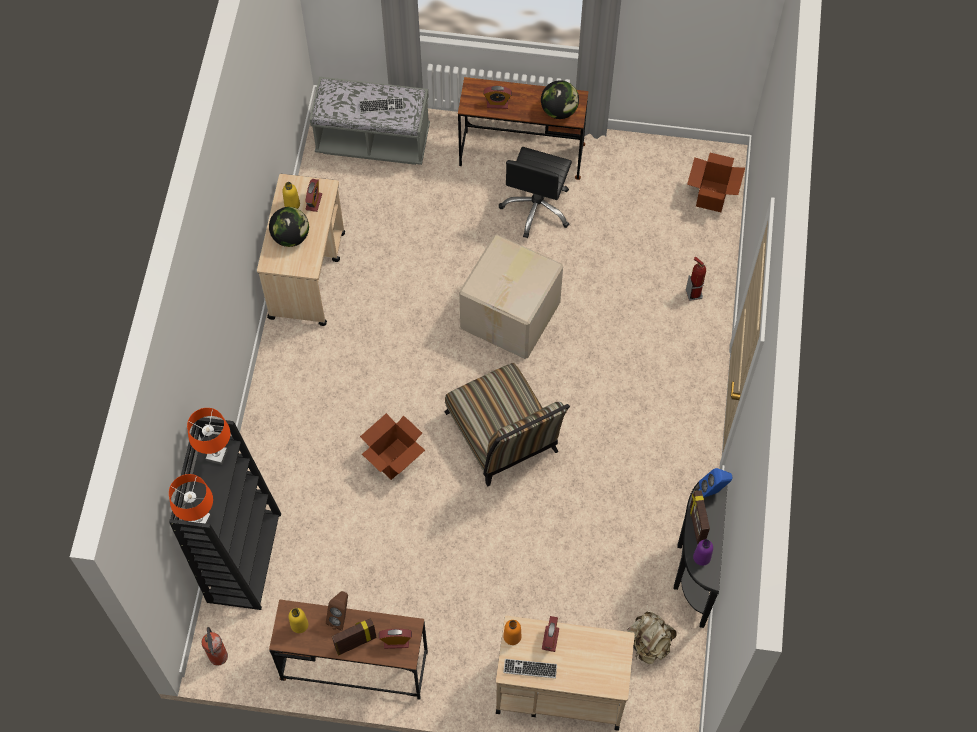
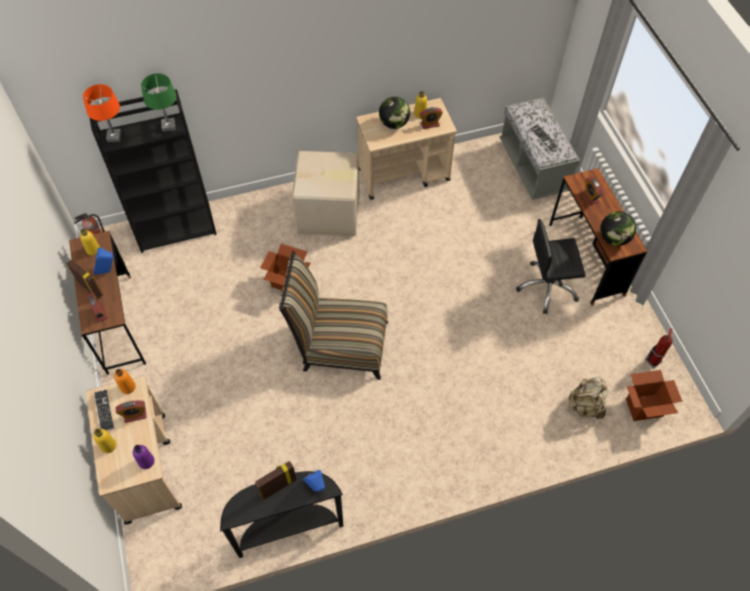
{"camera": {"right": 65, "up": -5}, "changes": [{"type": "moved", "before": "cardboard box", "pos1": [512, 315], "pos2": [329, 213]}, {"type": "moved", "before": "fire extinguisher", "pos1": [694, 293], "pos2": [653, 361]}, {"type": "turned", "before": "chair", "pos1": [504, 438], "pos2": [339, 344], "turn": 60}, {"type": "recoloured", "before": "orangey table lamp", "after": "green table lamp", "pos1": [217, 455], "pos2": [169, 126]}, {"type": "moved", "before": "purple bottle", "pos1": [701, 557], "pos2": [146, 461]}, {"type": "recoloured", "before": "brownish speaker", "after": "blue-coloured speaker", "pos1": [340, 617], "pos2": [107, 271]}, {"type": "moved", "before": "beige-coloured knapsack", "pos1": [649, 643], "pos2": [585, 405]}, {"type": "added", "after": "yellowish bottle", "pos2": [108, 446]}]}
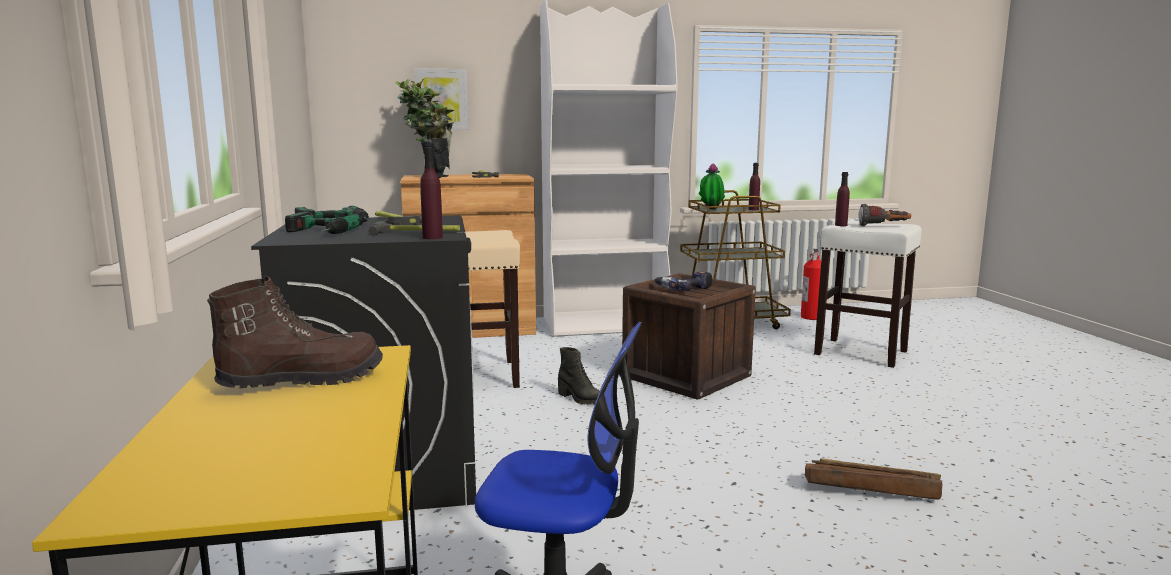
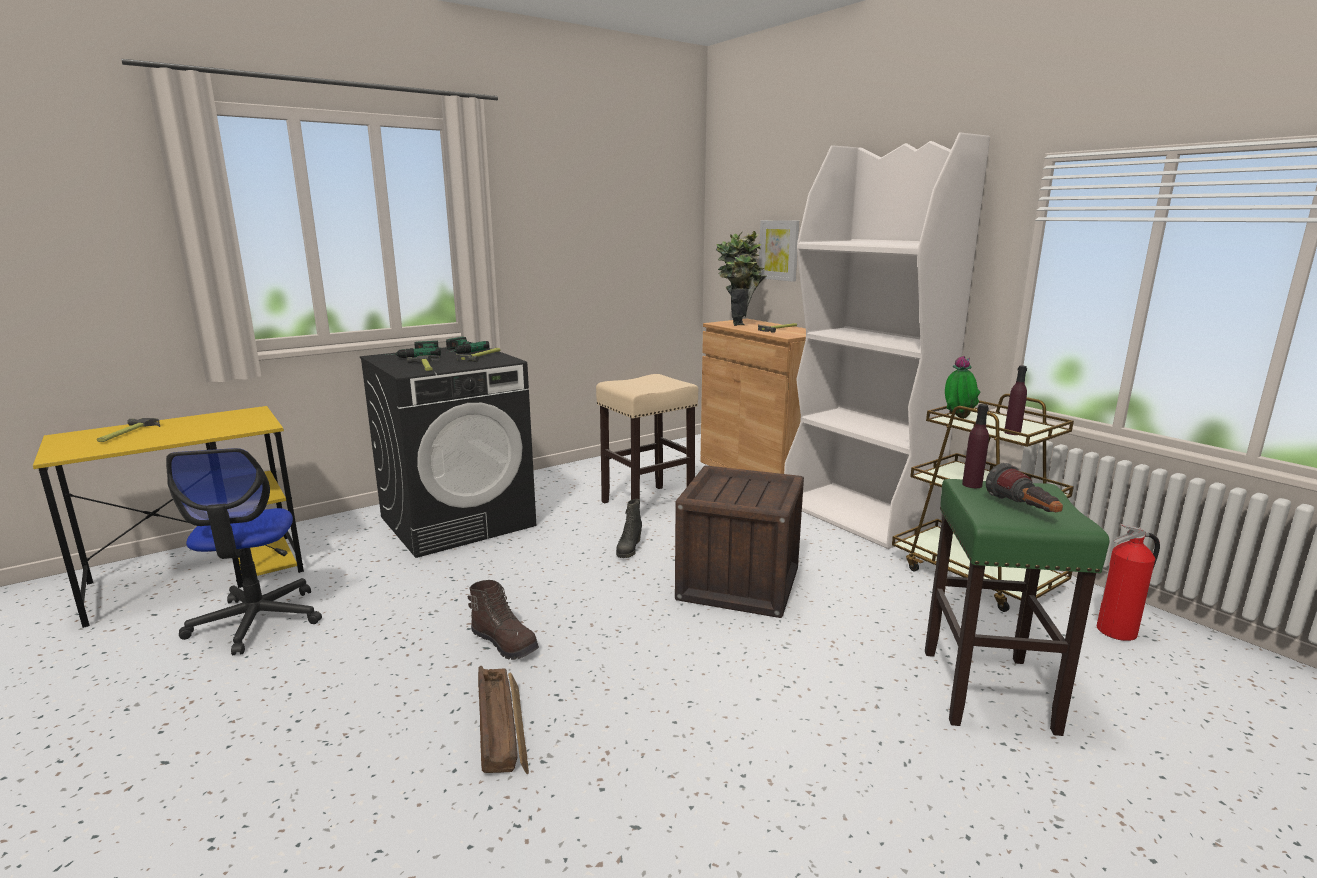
{"camera": {"right": 65, "up": 5}, "changes": [{"type": "removed", "before": "purple bottle", "pos1": [432, 237]}, {"type": "recoloured", "before": "whitish stool seat", "after": "green stool seat", "pos1": [862, 353], "pos2": [989, 691]}, {"type": "removed", "before": "electric drill", "pos1": [684, 289]}, {"type": "moved", "before": "brownish high-top boot", "pos1": [302, 380], "pos2": [505, 643]}, {"type": "added", "after": "hand hammer", "pos2": [126, 433]}]}
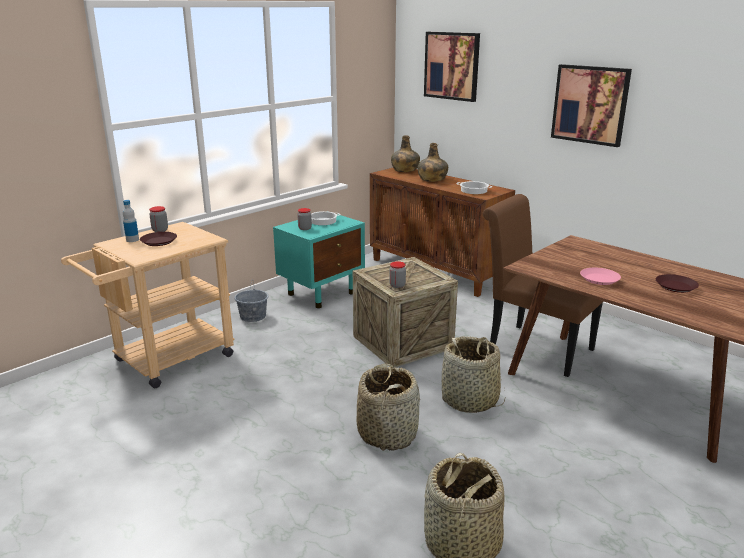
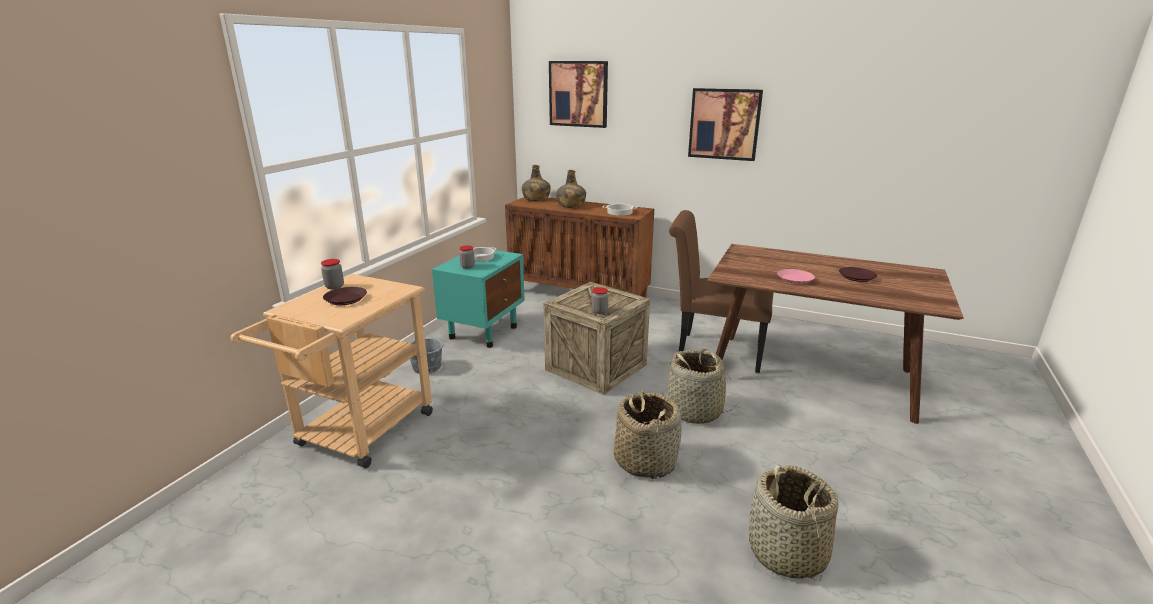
{"camera": {"right": -20, "up": 0}, "changes": [{"type": "removed", "before": "bottle", "pos1": [132, 240]}]}
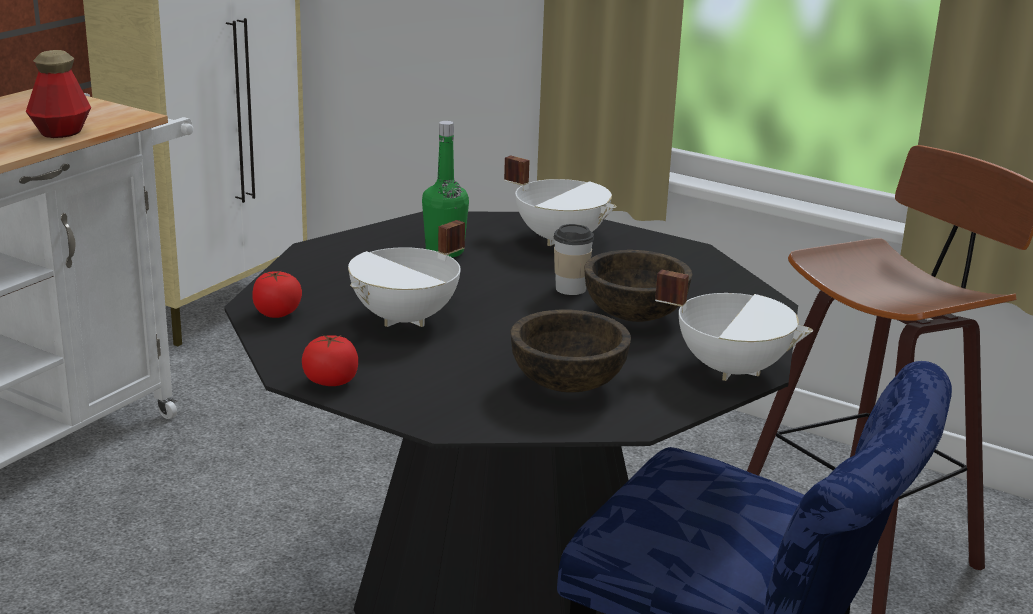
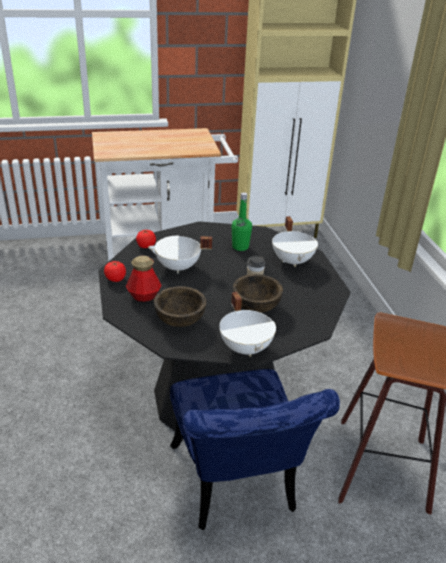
{"camera": {"right": 45, "up": 10}, "changes": [{"type": "moved", "before": "bottle", "pos1": [61, 132], "pos2": [144, 296]}]}
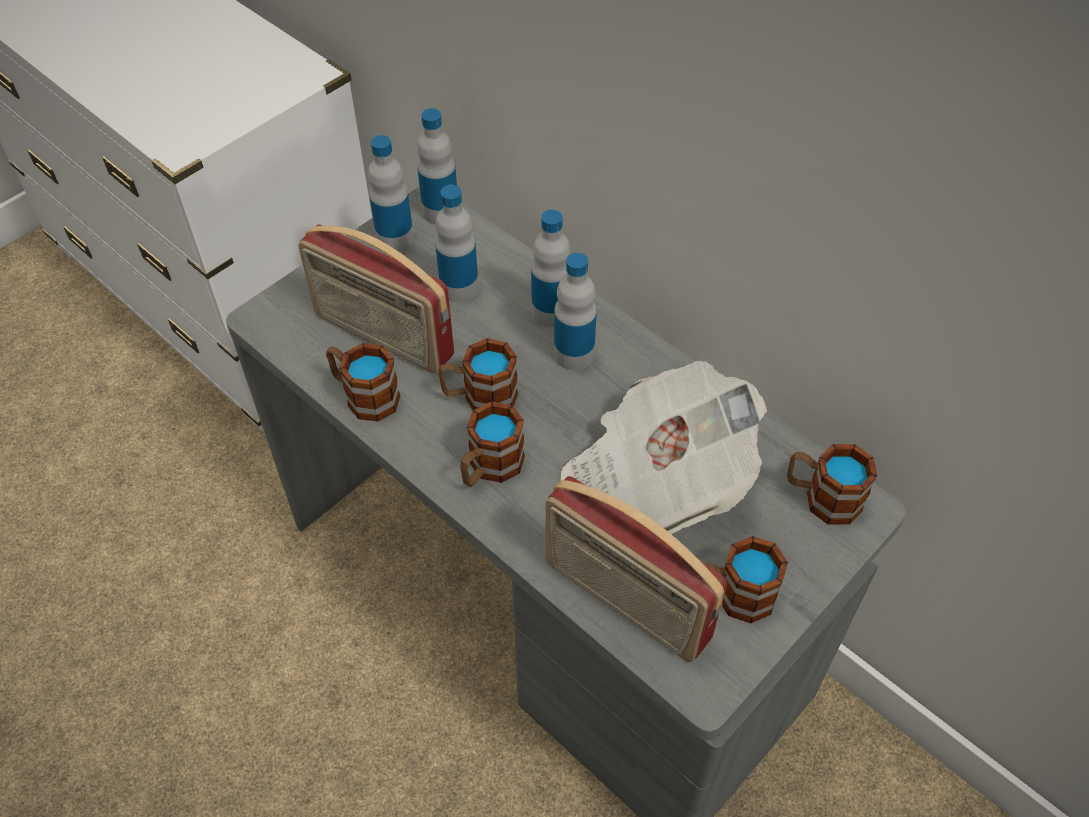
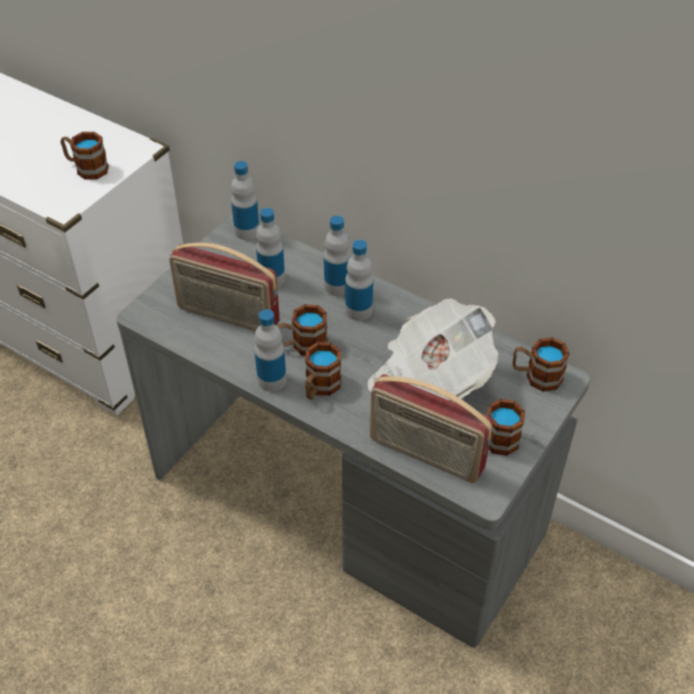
{"camera": {"right": -10, "up": -5}, "changes": [{"type": "moved", "before": "bottle", "pos1": [395, 238], "pos2": [272, 380]}, {"type": "moved", "before": "coffee mug", "pos1": [364, 395], "pos2": [86, 168]}]}
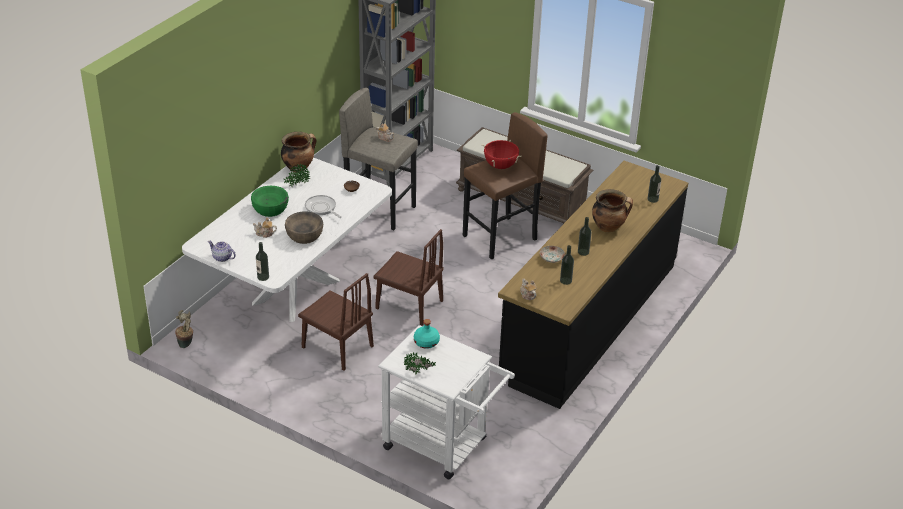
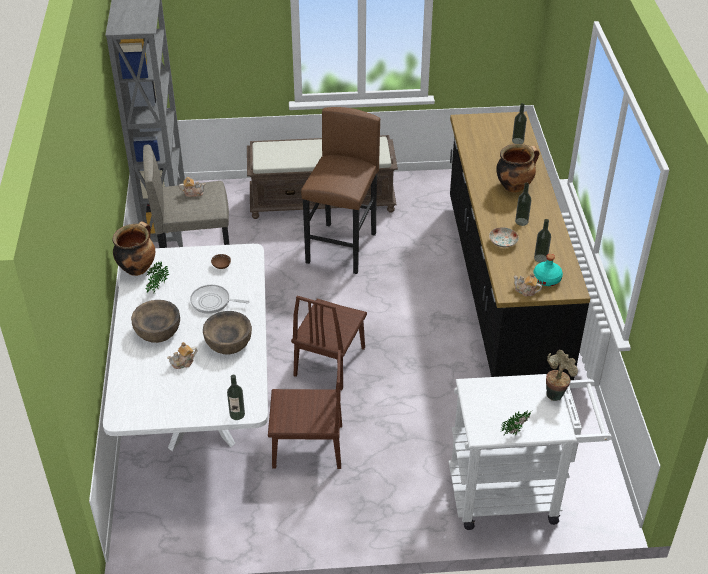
{"camera": {"right": -35, "up": 5}, "changes": [{"type": "removed", "before": "red saucepot", "pos1": [500, 166]}, {"type": "recoloured", "before": "green serving bowl", "after": "brownish serving bowl", "pos1": [270, 208], "pos2": [157, 330]}, {"type": "turned", "before": "brownish chair", "pos1": [409, 304], "pos2": [329, 361], "turn": 120}, {"type": "removed", "before": "teapot", "pos1": [222, 258]}, {"type": "moved", "before": "potted plant", "pos1": [186, 344], "pos2": [555, 393]}, {"type": "moved", "before": "turquoise bottle", "pos1": [426, 342], "pos2": [547, 279]}]}
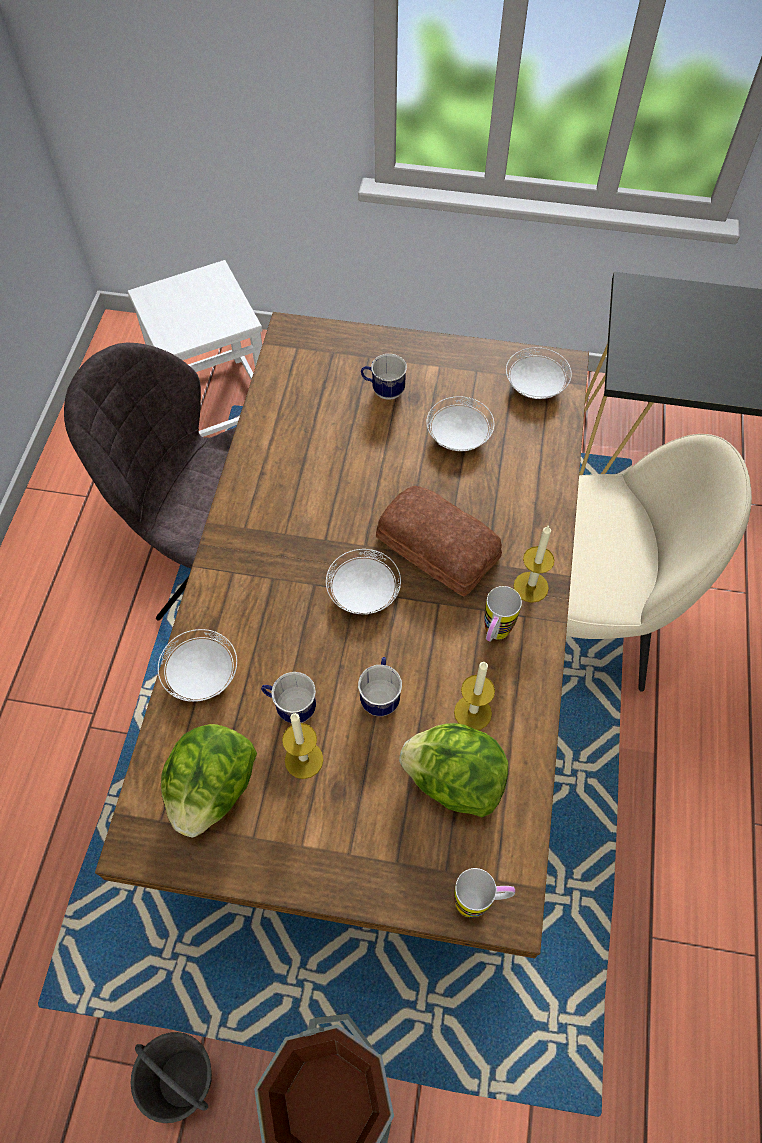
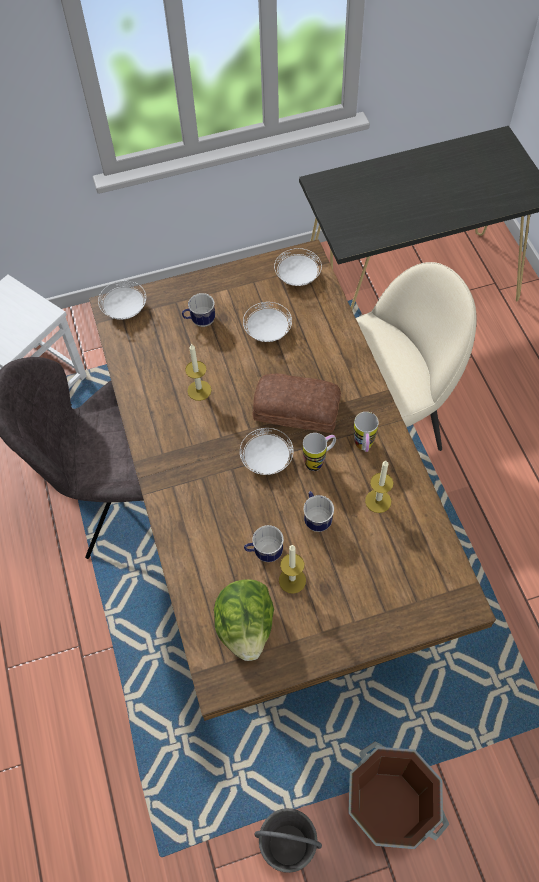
{"camera": {"right": -25, "up": 0}, "changes": [{"type": "moved", "before": "wax light", "pos1": [531, 587], "pos2": [199, 390]}, {"type": "moved", "before": "whitish flat dish", "pos1": [201, 675], "pos2": [124, 309]}, {"type": "removed", "before": "lettuce", "pos1": [453, 780]}, {"type": "moved", "before": "coffee mug", "pos1": [479, 902], "pos2": [319, 461]}]}
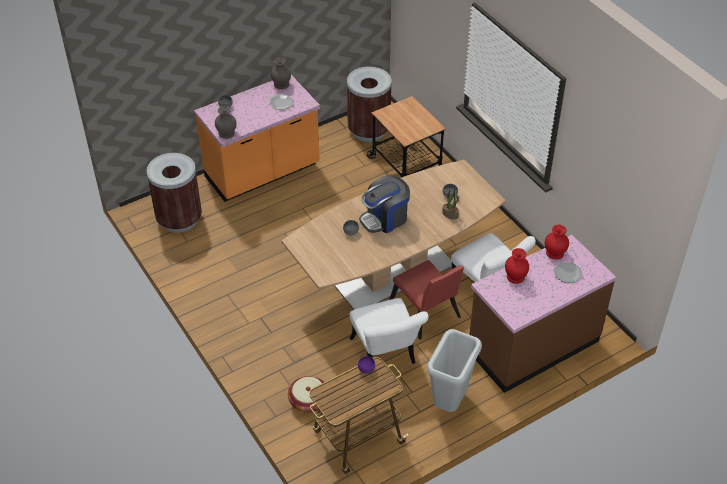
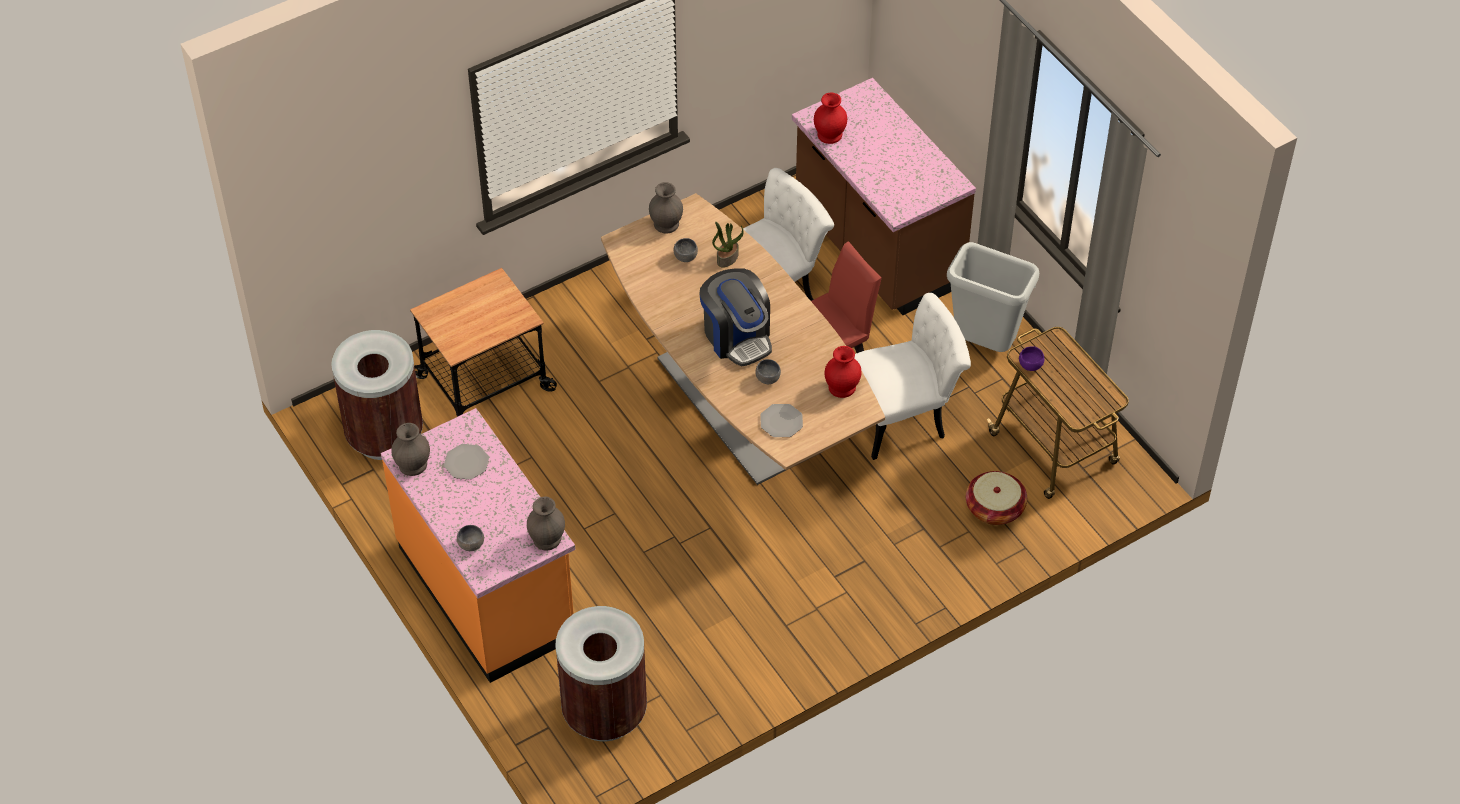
{"camera": {"right": -90, "up": 5}, "changes": [{"type": "moved", "before": "red decorative vase", "pos1": [515, 277], "pos2": [843, 387]}, {"type": "moved", "before": "flat dish", "pos1": [567, 273], "pos2": [781, 422]}, {"type": "added", "after": "greyish decorative vase", "pos2": [666, 223]}]}
